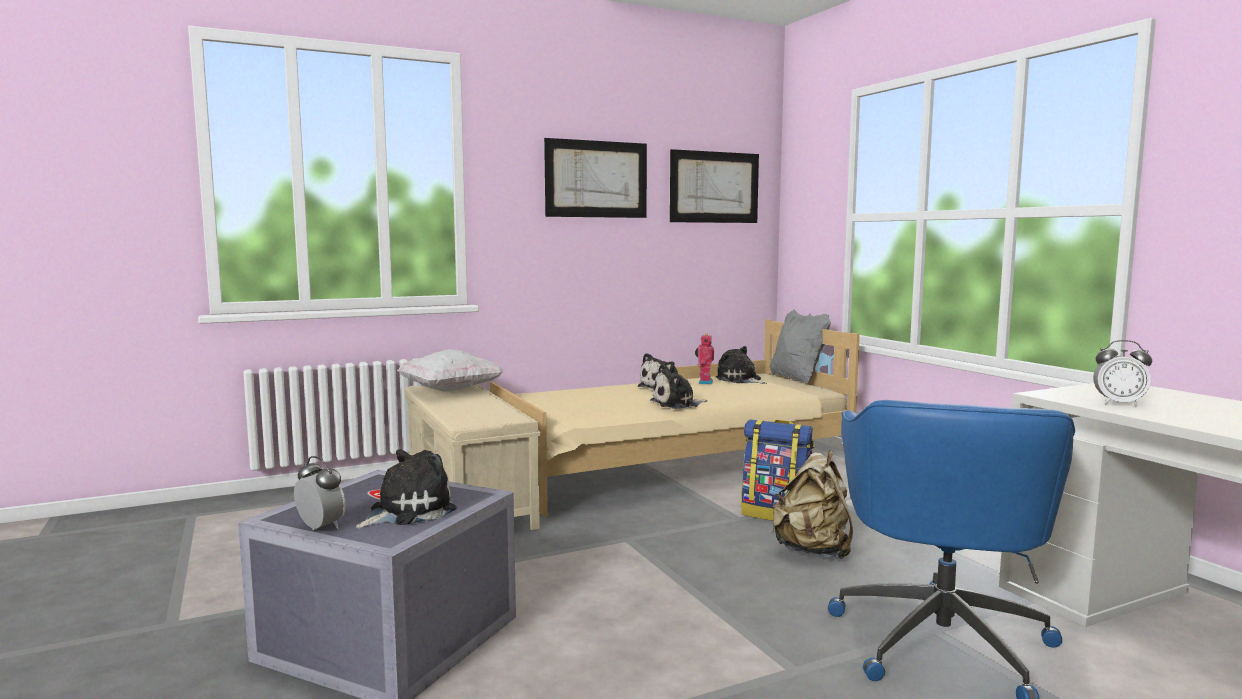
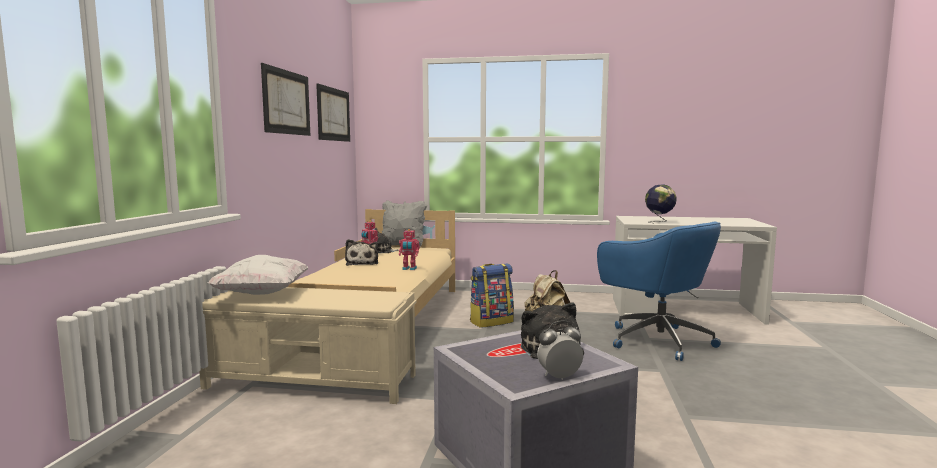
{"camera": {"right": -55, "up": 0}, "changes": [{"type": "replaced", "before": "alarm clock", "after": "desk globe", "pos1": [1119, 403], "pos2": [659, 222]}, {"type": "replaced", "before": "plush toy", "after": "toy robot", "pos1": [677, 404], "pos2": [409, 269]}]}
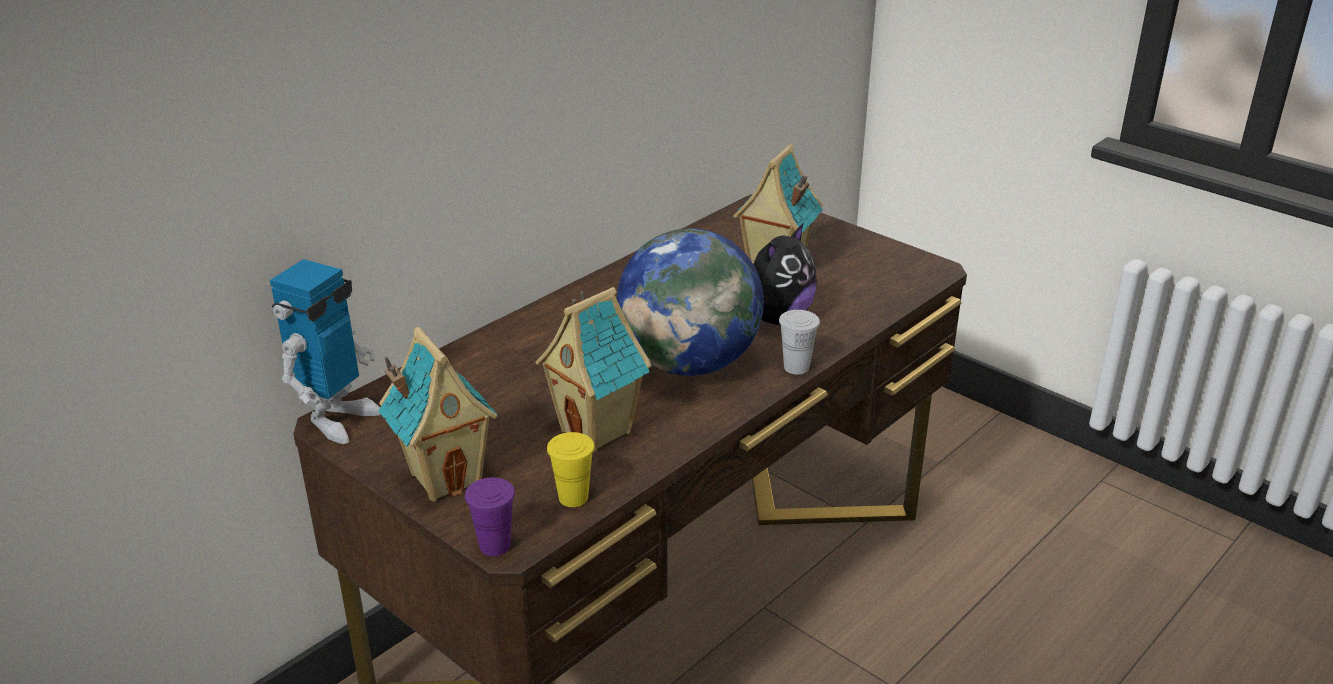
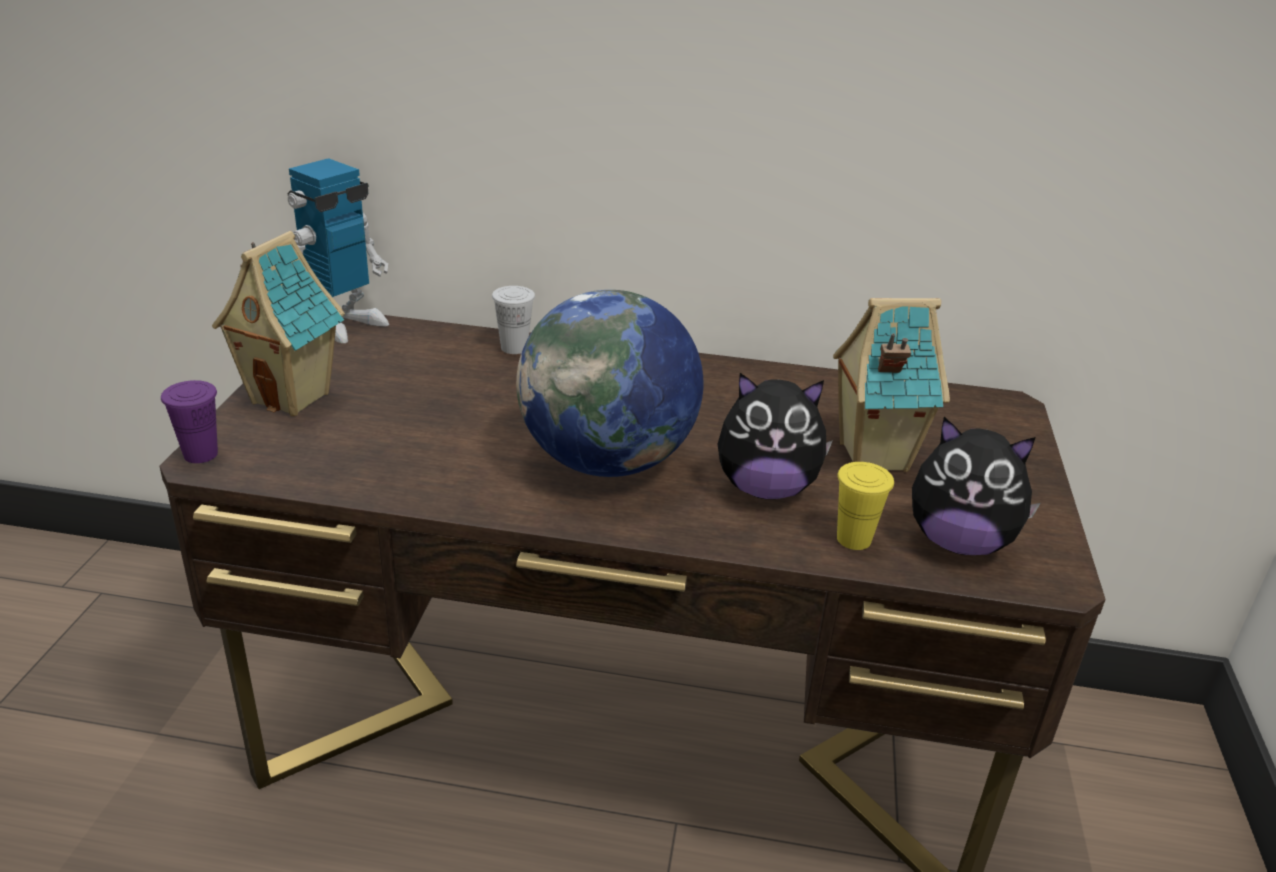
{"camera": {"right": 55, "up": 0}, "changes": [{"type": "turned", "before": "toy robot", "pos1": [338, 419], "pos2": [345, 324], "turn": -45}, {"type": "removed", "before": "model house", "pos1": [598, 431]}, {"type": "moved", "before": "whitish drinking cup", "pos1": [796, 367], "pos2": [514, 348]}, {"type": "moved", "before": "yellowish drinking cup", "pos1": [573, 498], "pos2": [853, 539]}, {"type": "added", "after": "plush toy", "pos2": [959, 542]}]}
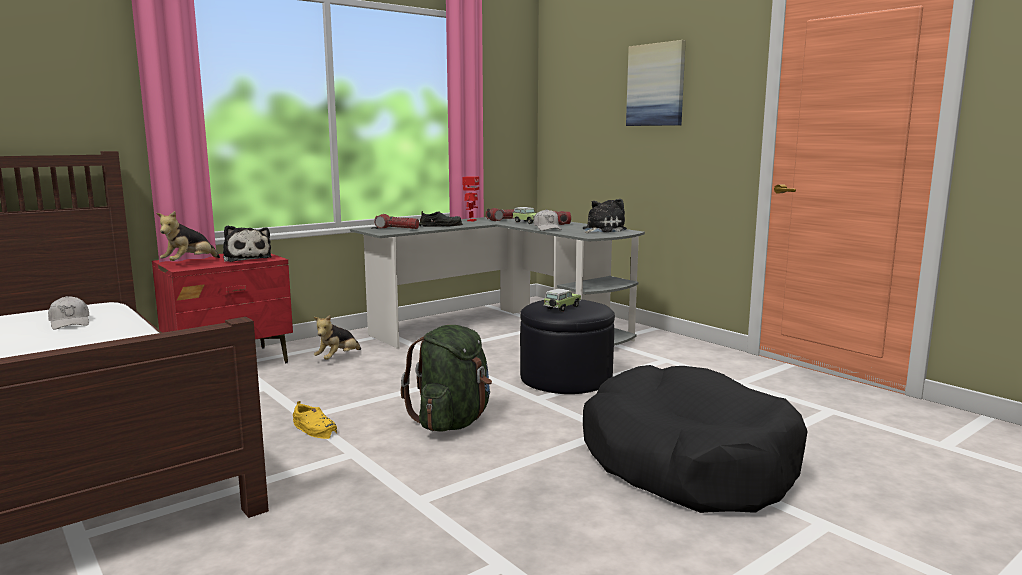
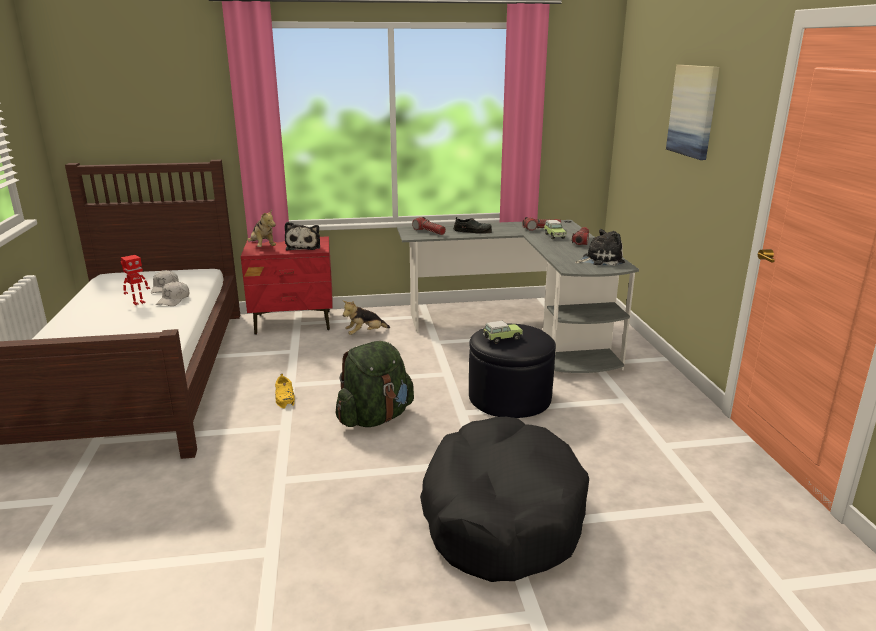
{"camera": {"right": 30, "up": 10}, "changes": [{"type": "moved", "before": "toy robot", "pos1": [471, 220], "pos2": [138, 302]}, {"type": "moved", "before": "whitish baseball cap", "pos1": [547, 228], "pos2": [174, 300]}, {"type": "turned", "before": "plush toy", "pos1": [189, 263], "pos2": [262, 247], "turn": -90}]}
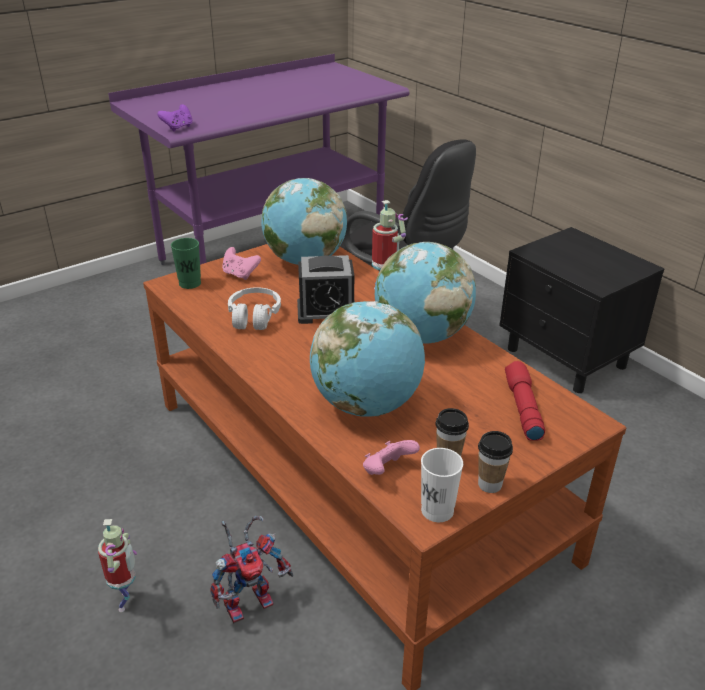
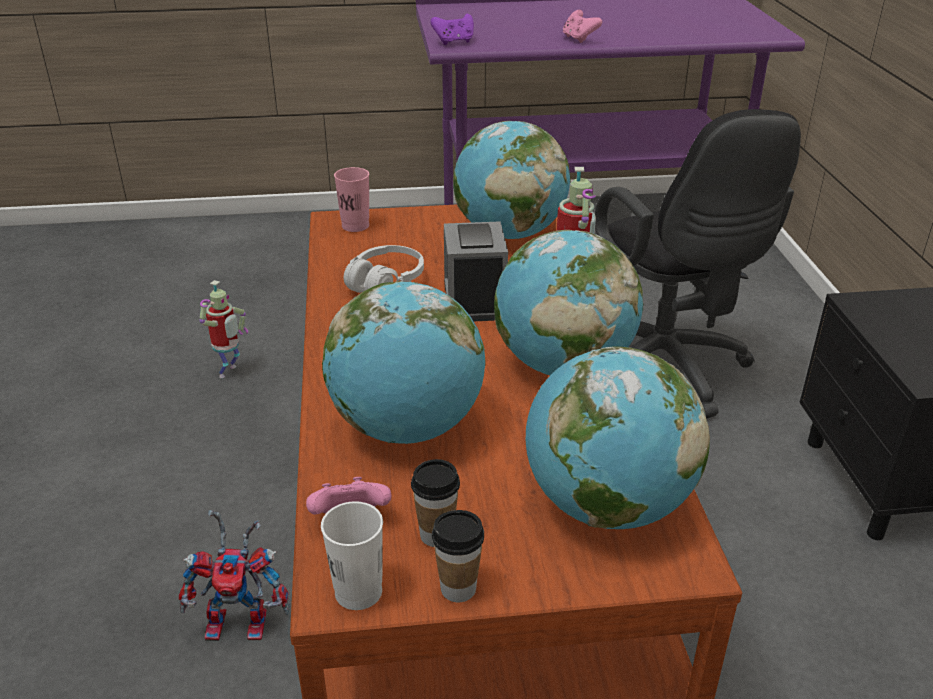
{"camera": {"right": 30, "up": 0}, "changes": [{"type": "recoloured", "before": "green drinking cup", "after": "pink-coloured drinking cup", "pos1": [190, 283], "pos2": [355, 226]}, {"type": "moved", "before": "pink-coloured gamepad", "pos1": [240, 274], "pos2": [579, 39]}, {"type": "turned", "before": "alarm clock", "pos1": [326, 311], "pos2": [474, 300], "turn": 60}, {"type": "replaced", "before": "red hand torch", "after": "desk globe", "pos1": [522, 408], "pos2": [606, 505]}, {"type": "moved", "before": "toy robot", "pos1": [127, 601], "pos2": [230, 373]}]}
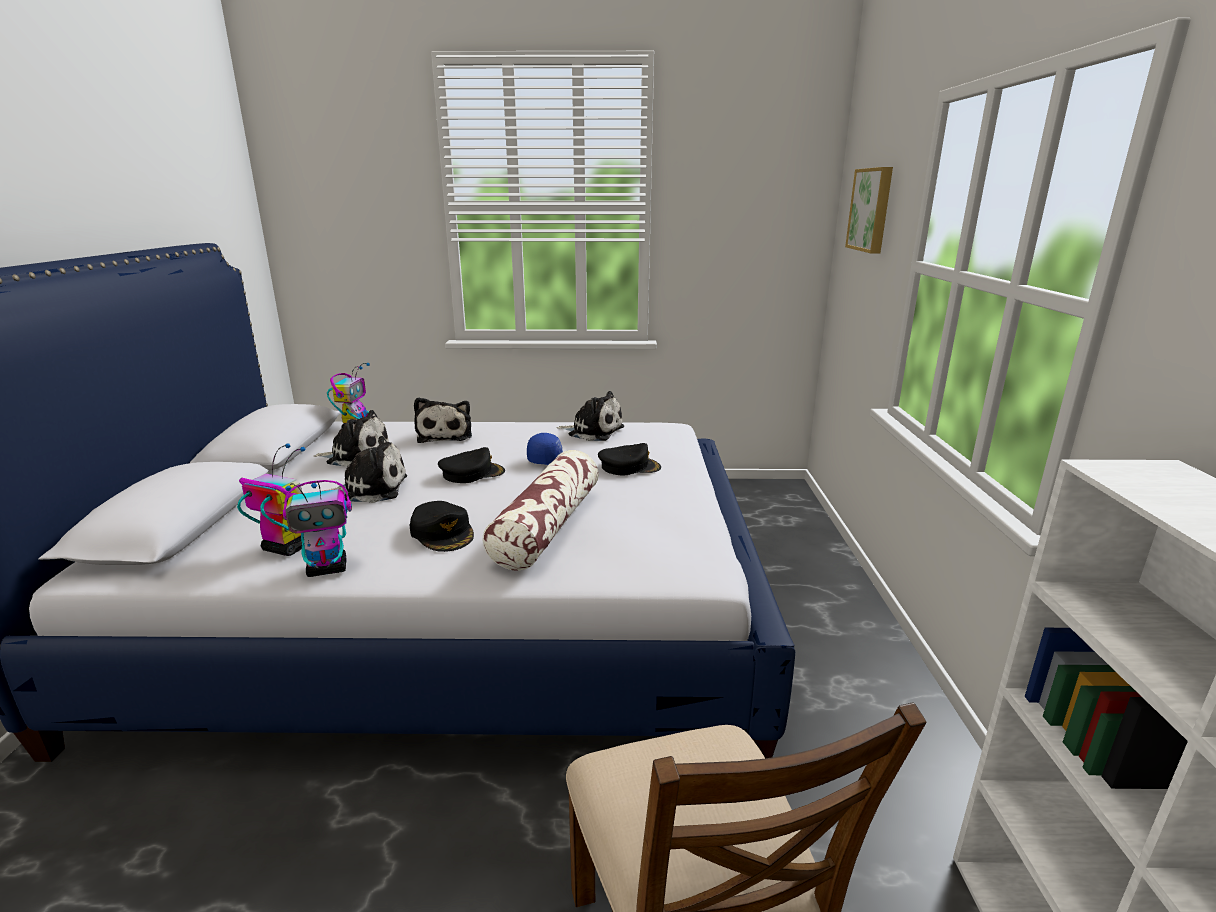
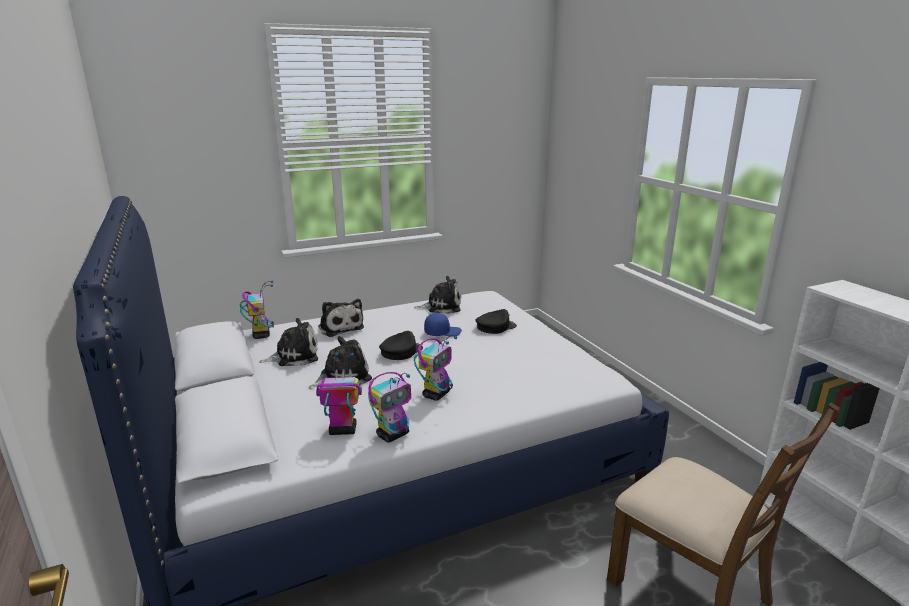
{"camera": {"right": -25, "up": 0}, "changes": [{"type": "removed", "before": "wall art", "pos1": [872, 210]}, {"type": "removed", "before": "throw pillow", "pos1": [547, 526]}, {"type": "replaced", "before": "blackish baseball cap", "after": "toy robot", "pos1": [443, 533], "pos2": [436, 394]}]}
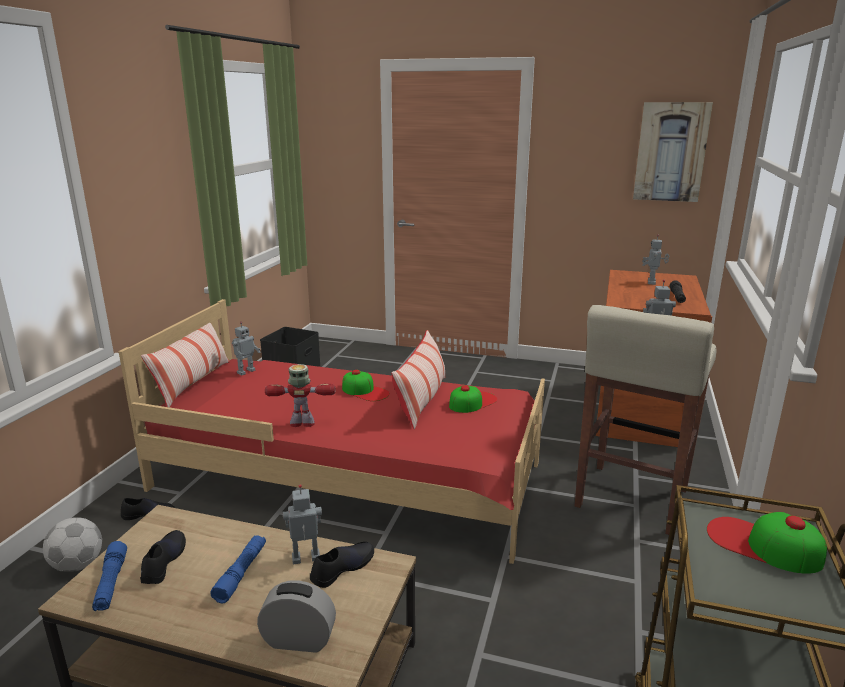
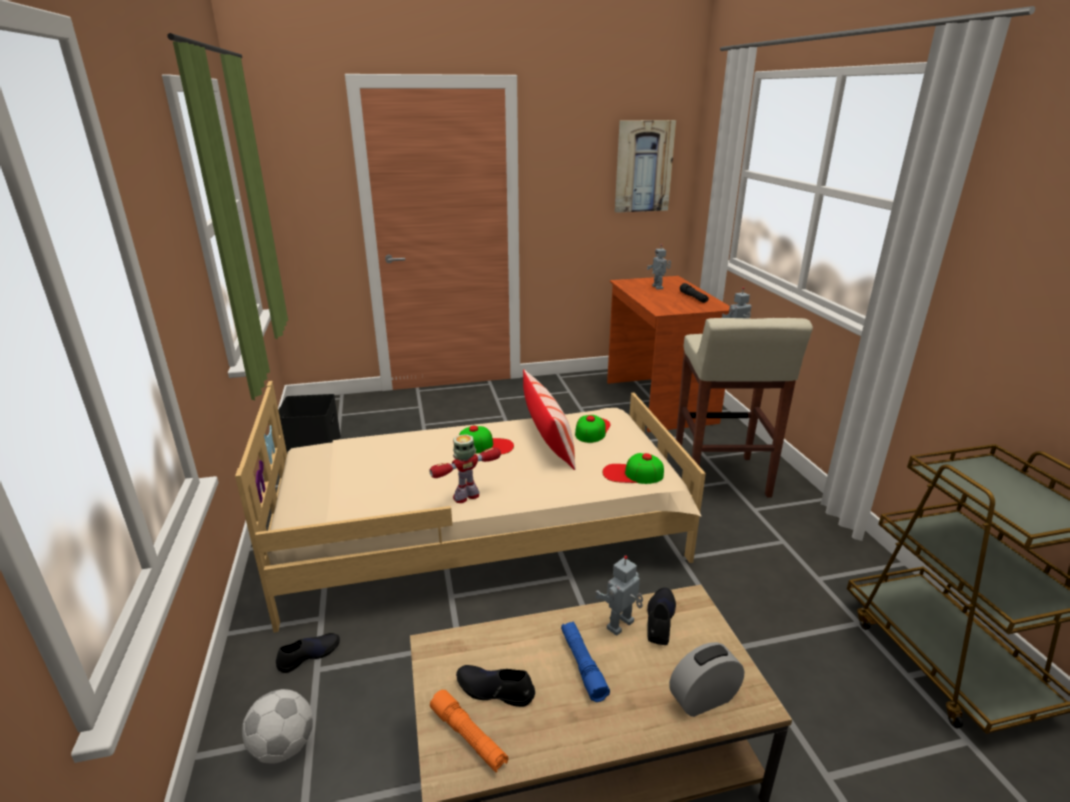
{"camera": {"right": -30, "up": 5}, "changes": [{"type": "recoloured", "before": "red bed", "after": "beige-coloured bed", "pos1": [351, 475], "pos2": [484, 534]}, {"type": "removed", "before": "toy robot", "pos1": [245, 371]}, {"type": "removed", "before": "throw pillow", "pos1": [193, 383]}, {"type": "moved", "before": "baseball cap", "pos1": [763, 544], "pos2": [632, 474]}, {"type": "turned", "before": "blackish low shoe", "pos1": [163, 562], "pos2": [494, 690], "turn": -45}, {"type": "recoloured", "before": "blue-coloured hand torch", "after": "orangey hand torch", "pos1": [111, 583], "pos2": [468, 737]}]}
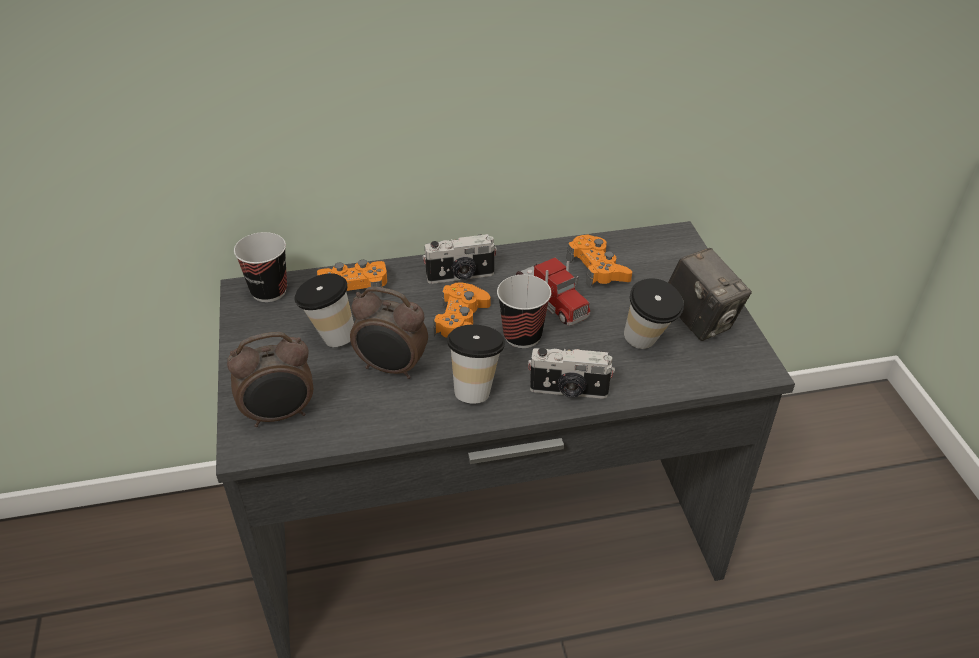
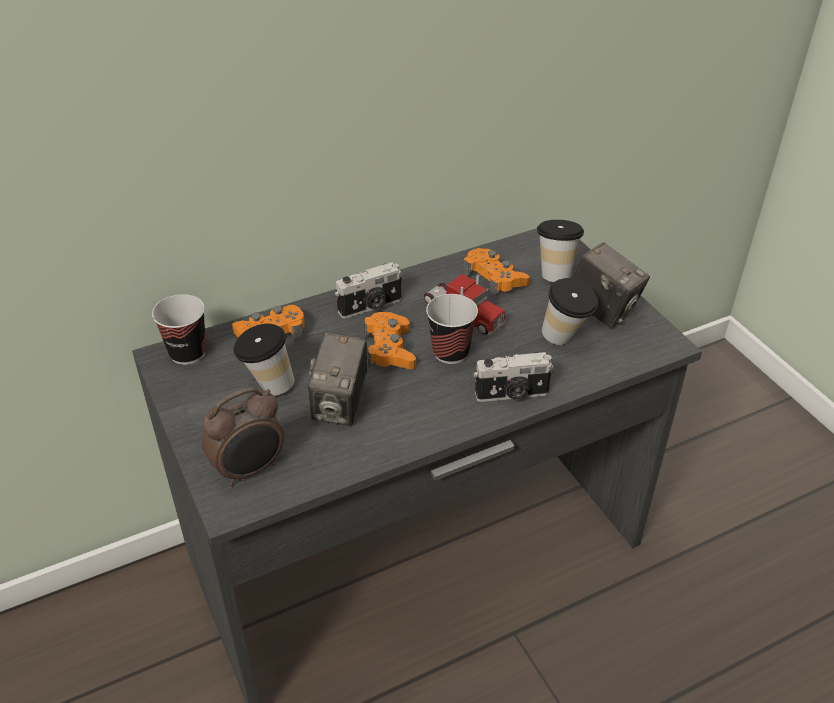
{"camera": {"right": -15, "up": 0}, "changes": [{"type": "replaced", "before": "alarm clock", "after": "still camera", "pos1": [392, 368], "pos2": [340, 405]}, {"type": "moved", "before": "drinking cup", "pos1": [476, 388], "pos2": [555, 273]}]}
